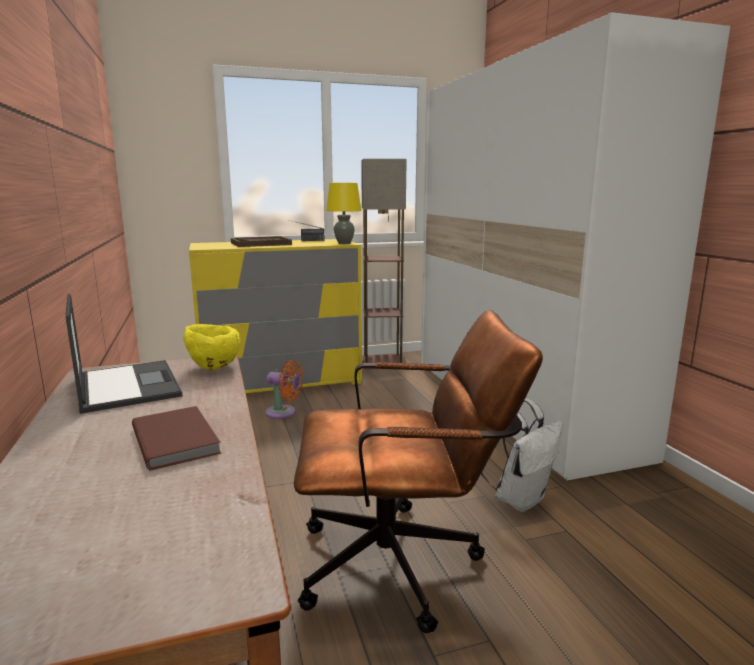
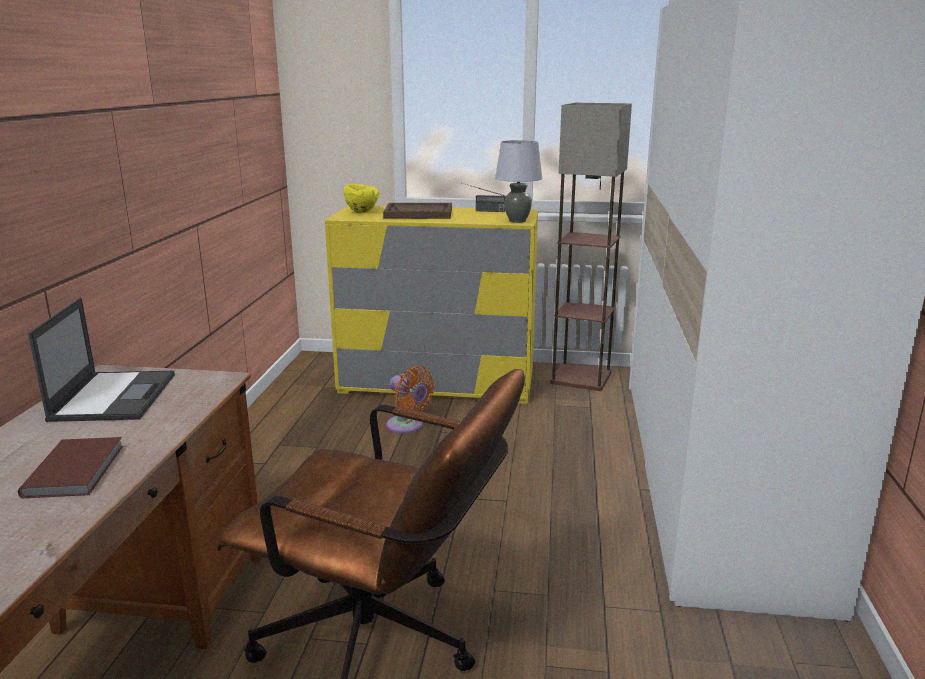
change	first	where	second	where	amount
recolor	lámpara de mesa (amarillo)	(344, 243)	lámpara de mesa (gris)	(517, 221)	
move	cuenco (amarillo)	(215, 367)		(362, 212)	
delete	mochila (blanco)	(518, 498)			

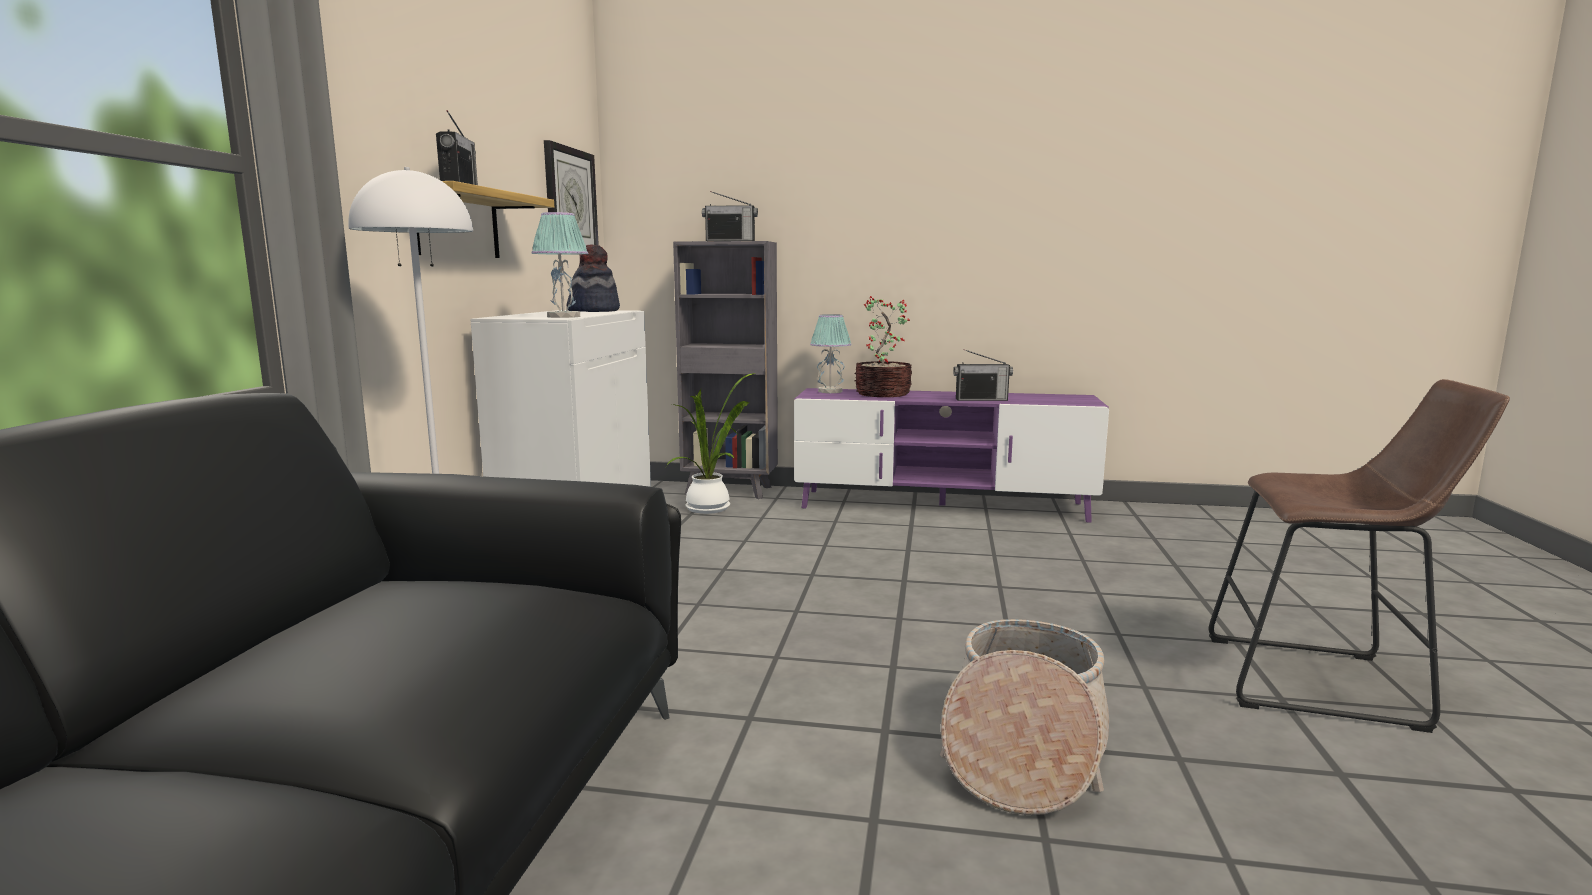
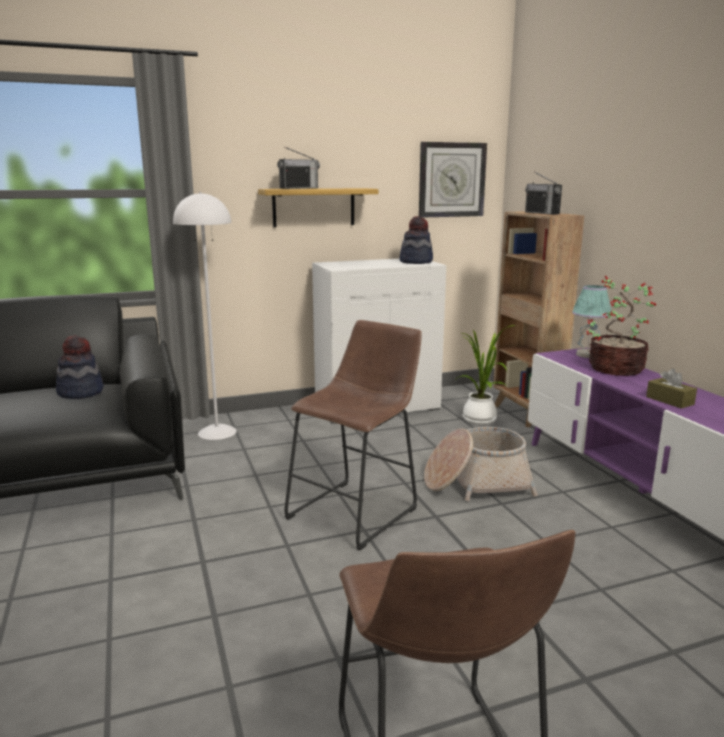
change	first	where	second	where	amount
delete	lámpara de mesa	(564, 317)			
recolor	estantería (gris)	(730, 491)	estantería (marrón)	(526, 414)	
replace	radio	(981, 399)	caja de pañuelos (marrón)	(669, 400)	
move	cesta	(1023, 750)		(476, 483)	
insert			taburete (marrón)	(357, 510)	
insert			sombrero	(80, 392)	

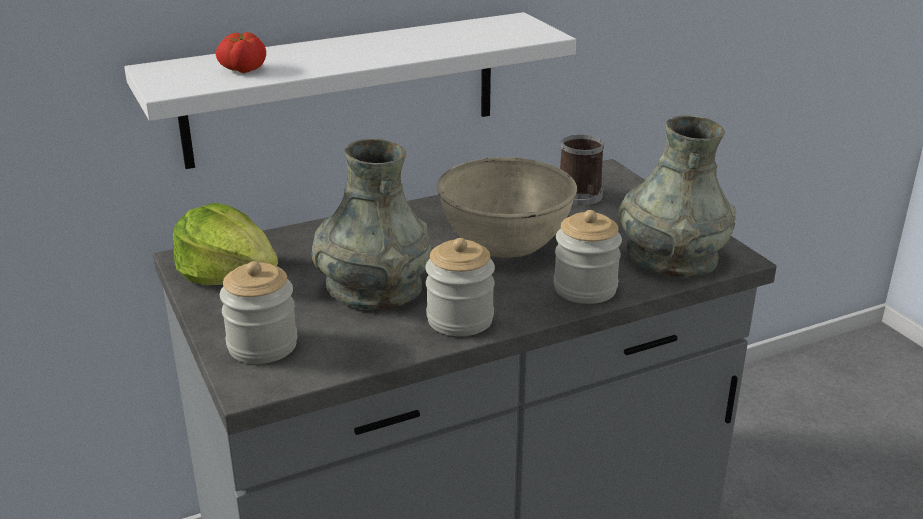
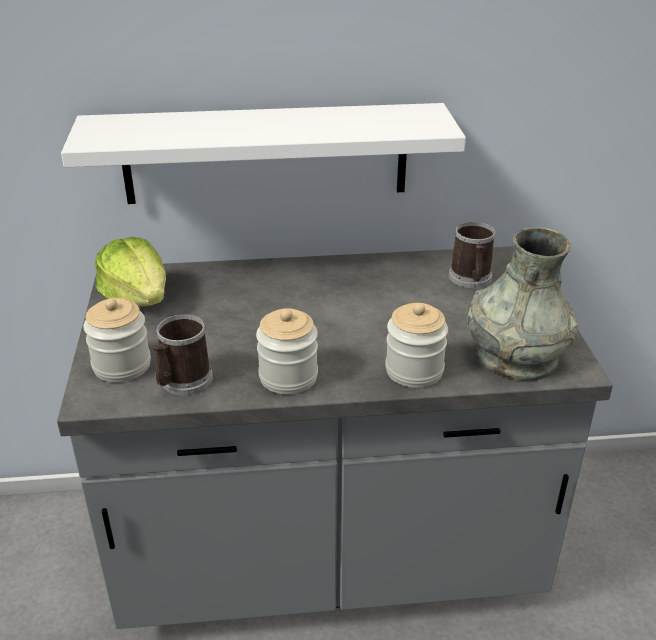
change	first	where	second	where	amount
delete	tomate	(242, 69)			
delete	florero (gris)	(374, 287)			
delete	cuenco (beis)	(505, 240)			
insert			taza grande	(182, 382)	

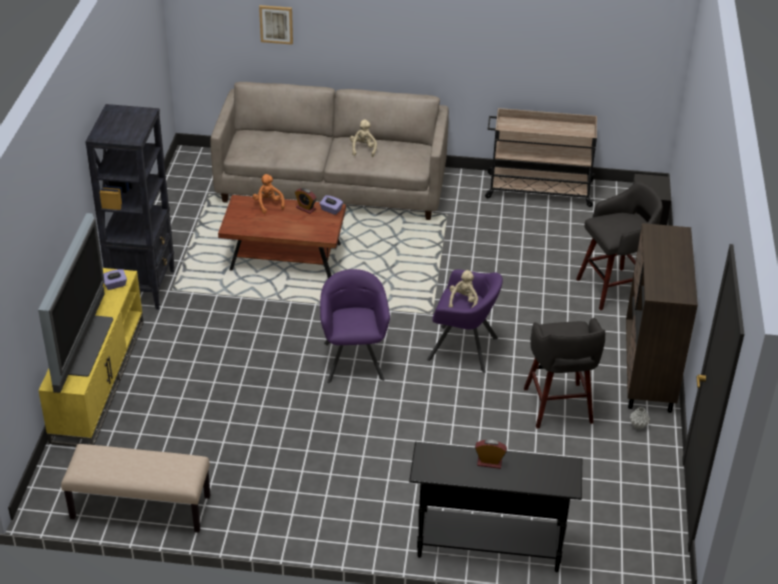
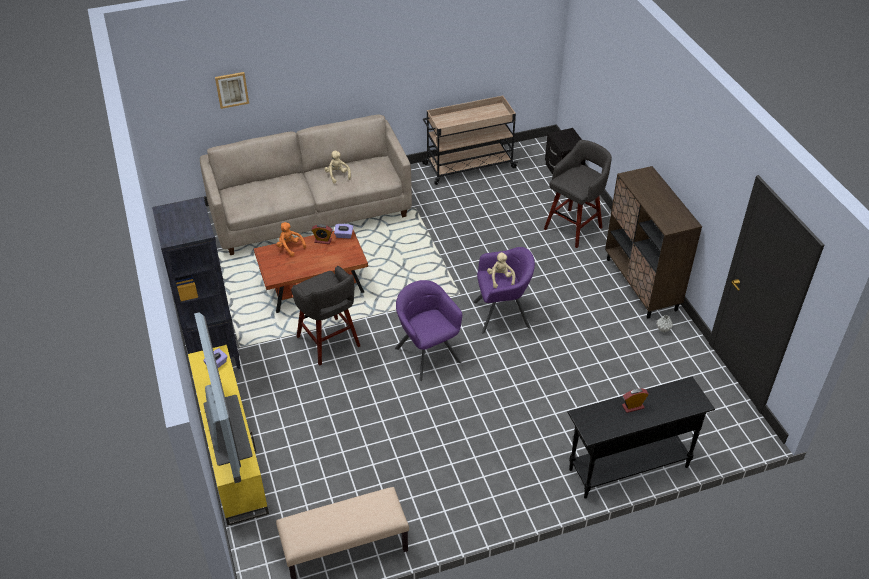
change	first	where	second	where	amount
move	taburete (gris)	(558, 407)		(329, 342)	

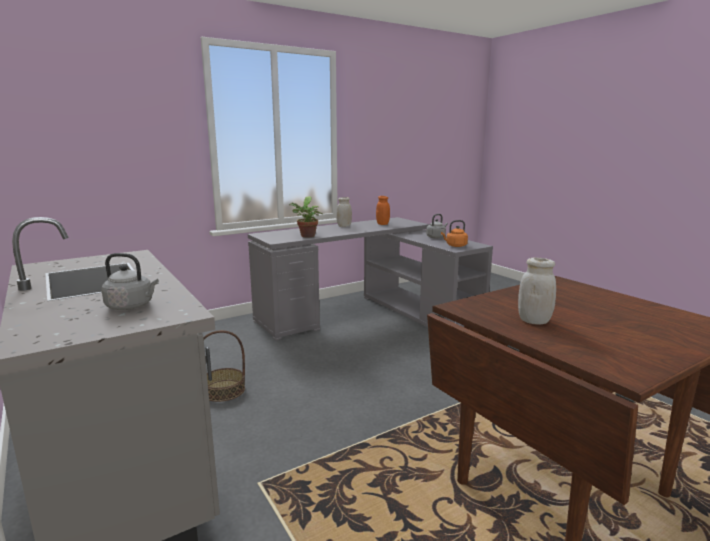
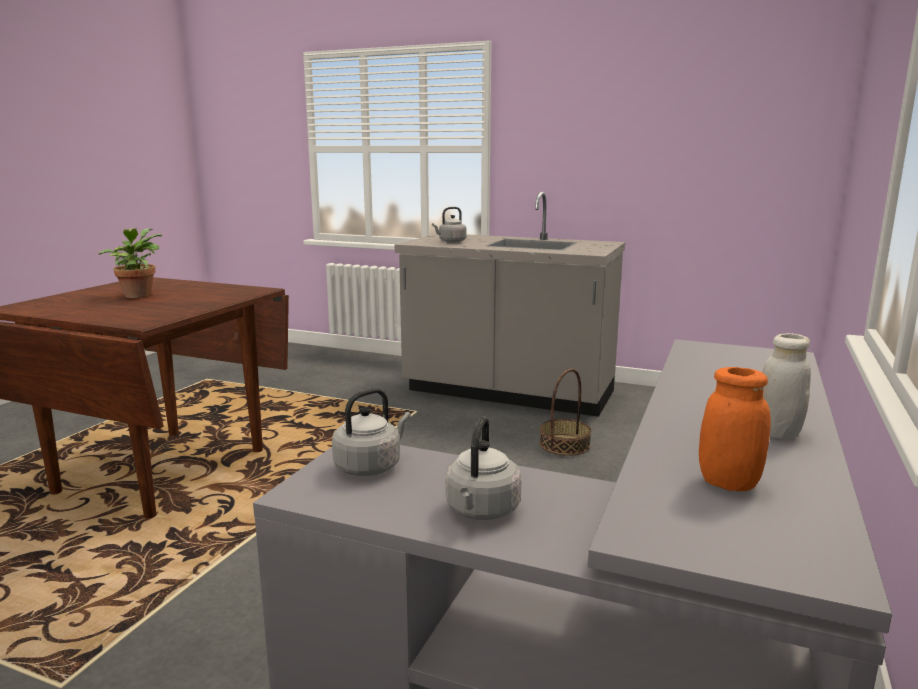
change	first	where	second	where	amount
move	planta en maceta	(307, 236)		(138, 295)	
recolor	hervidor (naranja)	(455, 246)	hervidor (gris)	(370, 466)	
delete	tarro (blanco)	(534, 321)			

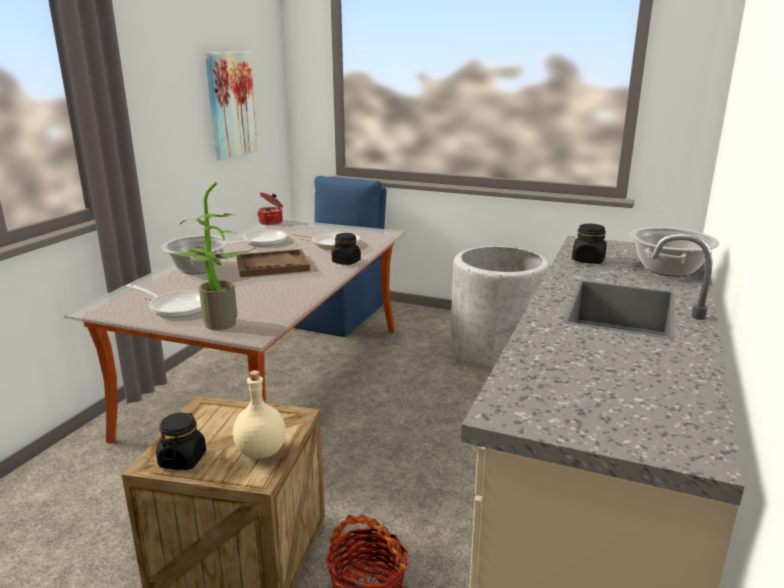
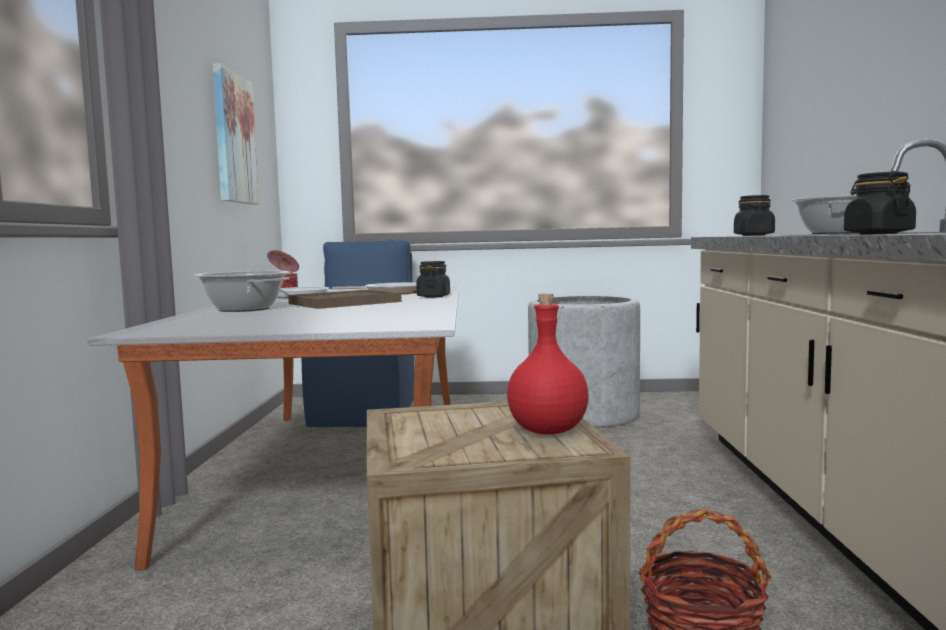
change	first	where	second	where	amount
delete	planta en maceta	(216, 326)			
delete	sartén	(176, 306)			
recolor	botella (beis)	(261, 451)	botella (rojo)	(547, 430)	
move	tarro (negro)	(182, 459)		(878, 233)	

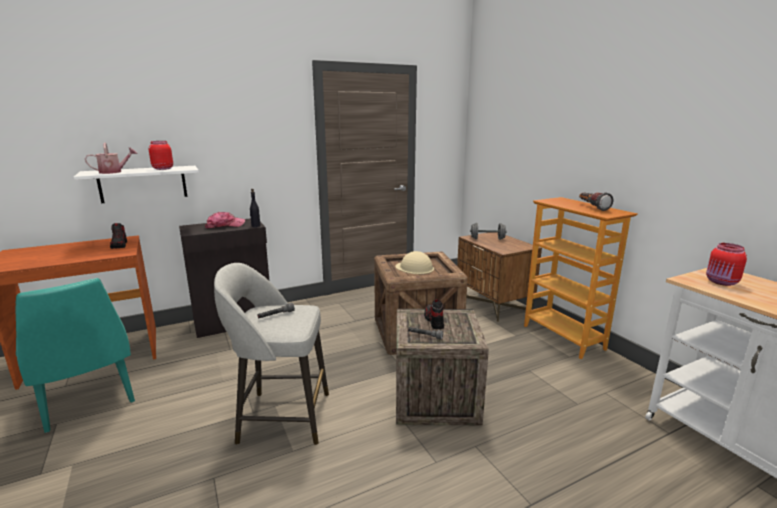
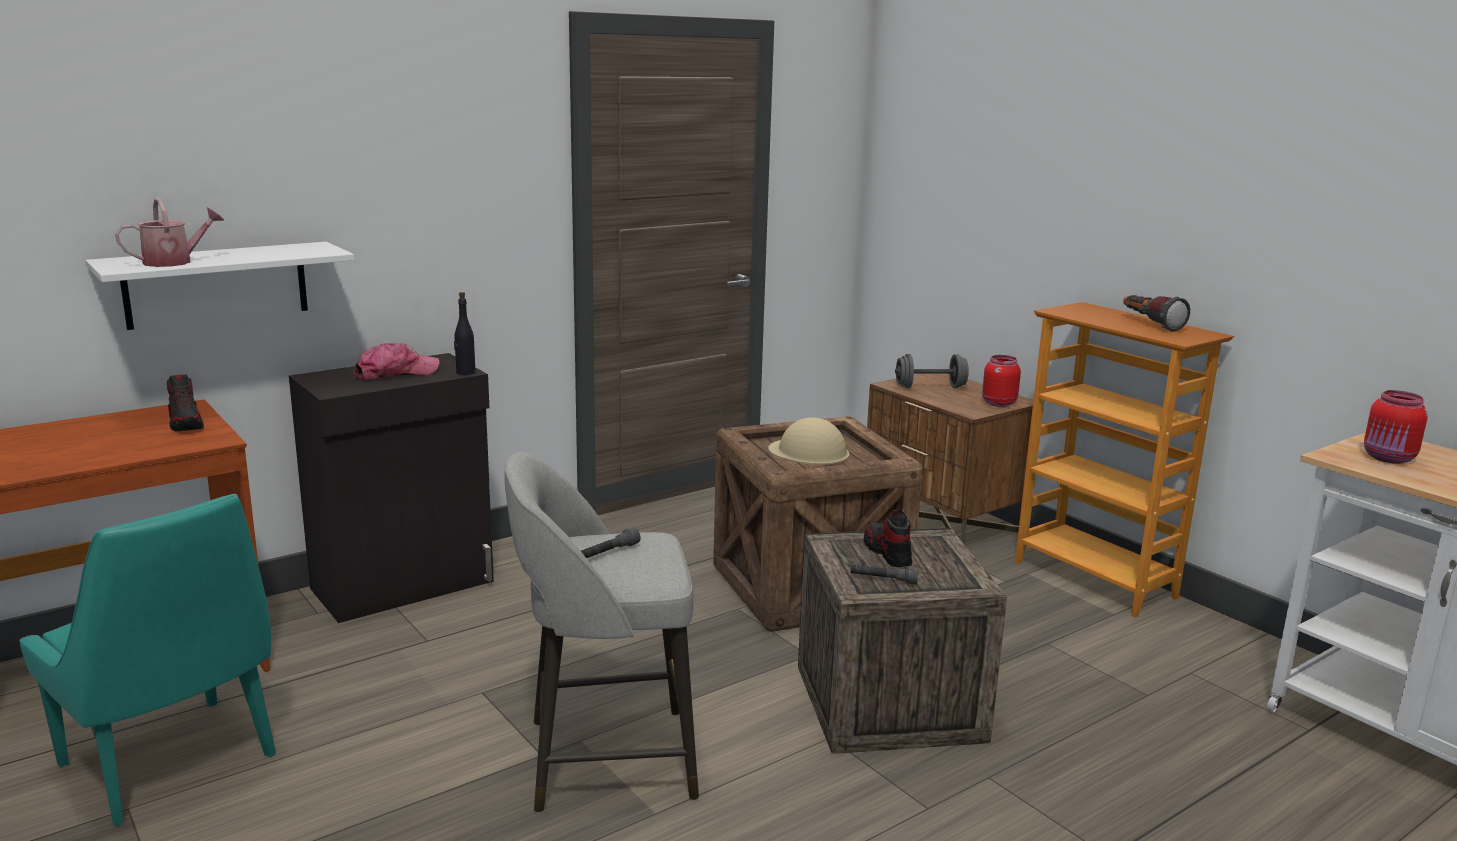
change	first	where	second	where	amount
move	tarro (rojo)	(162, 169)		(997, 403)	

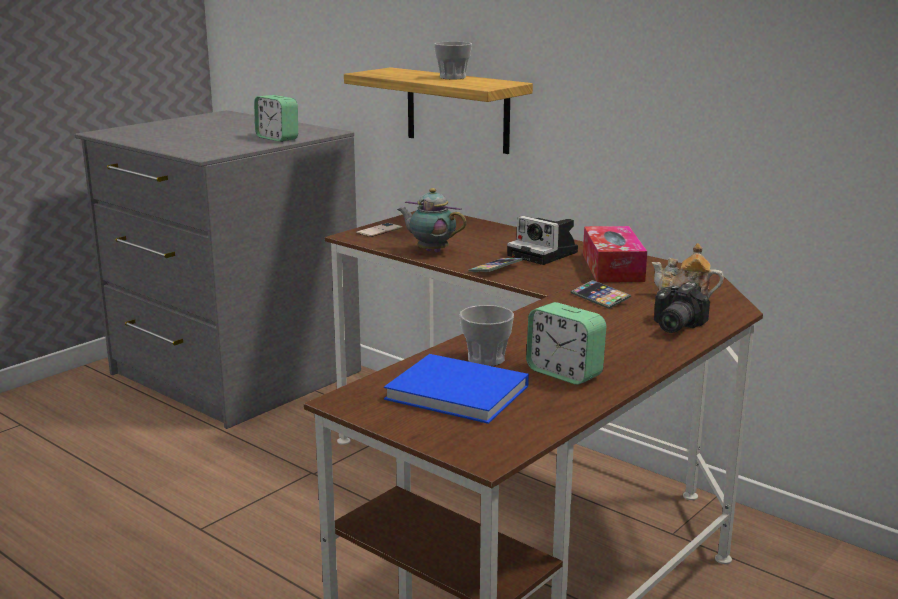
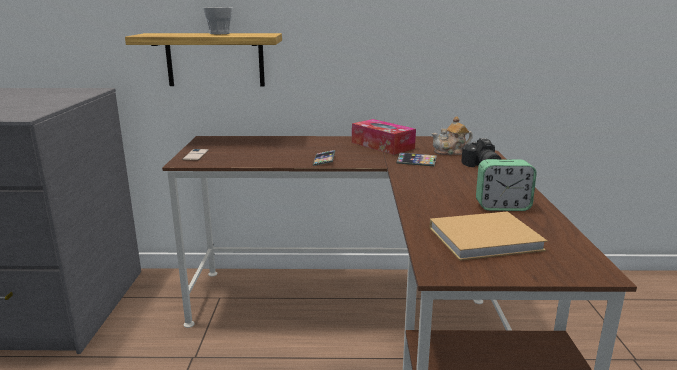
change	first	where	second	where	amount
delete	despertador	(277, 138)			
delete	tetera	(431, 251)			
delete	cámara	(545, 254)			
delete	taza	(486, 359)			
recolor	libro (azul)	(460, 393)	libro (beis)	(487, 238)	

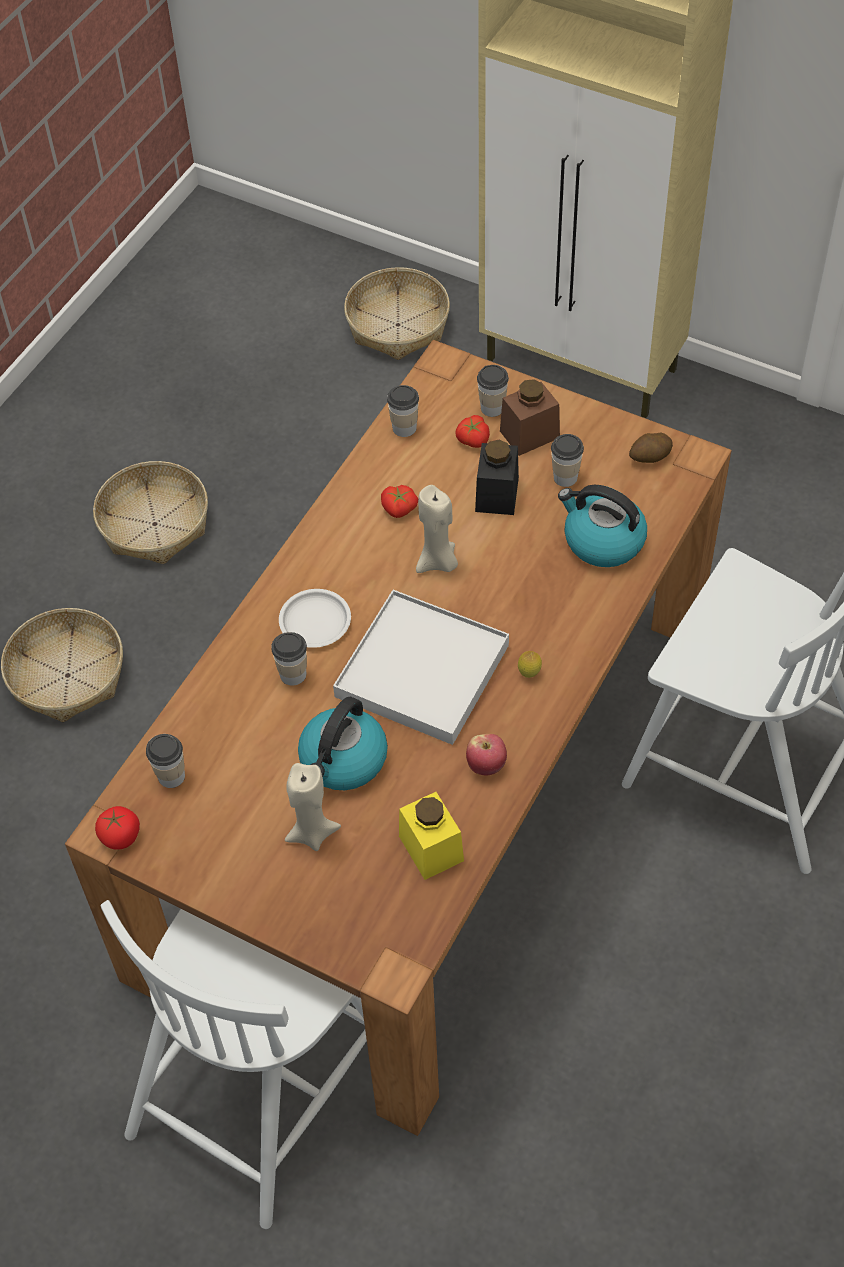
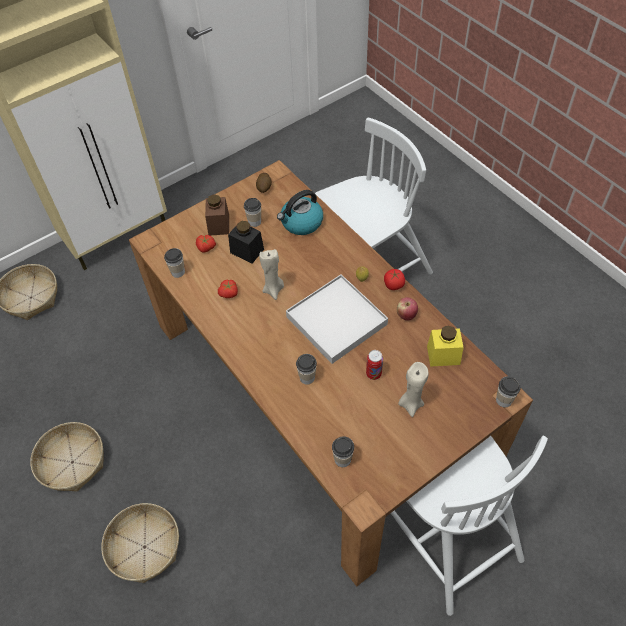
change	first	where	second	where	amount
move	taza	(492, 408)		(503, 400)	
delete	plato (blanco)	(314, 622)			
replace	hervidor	(343, 761)	lata	(373, 374)	
move	tomate	(120, 836)		(393, 285)	

